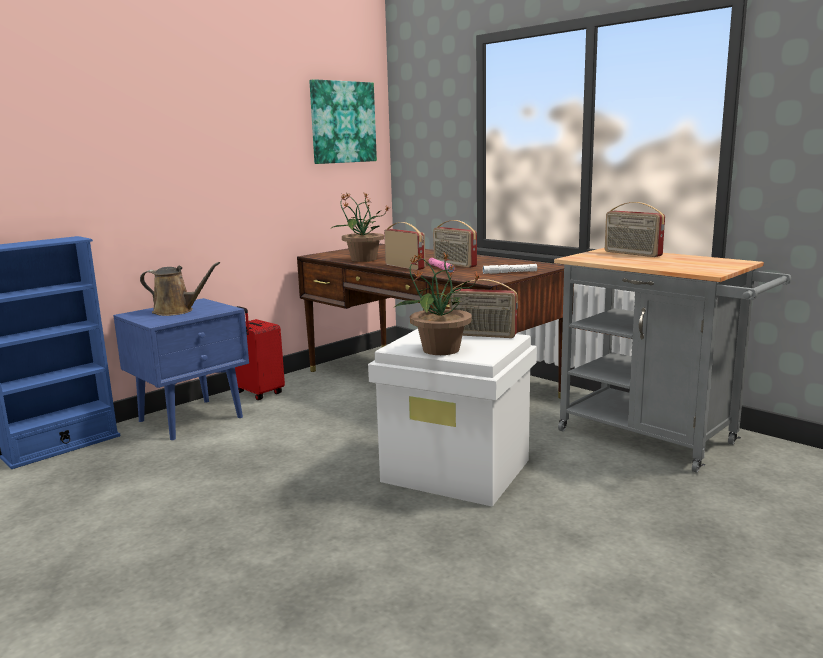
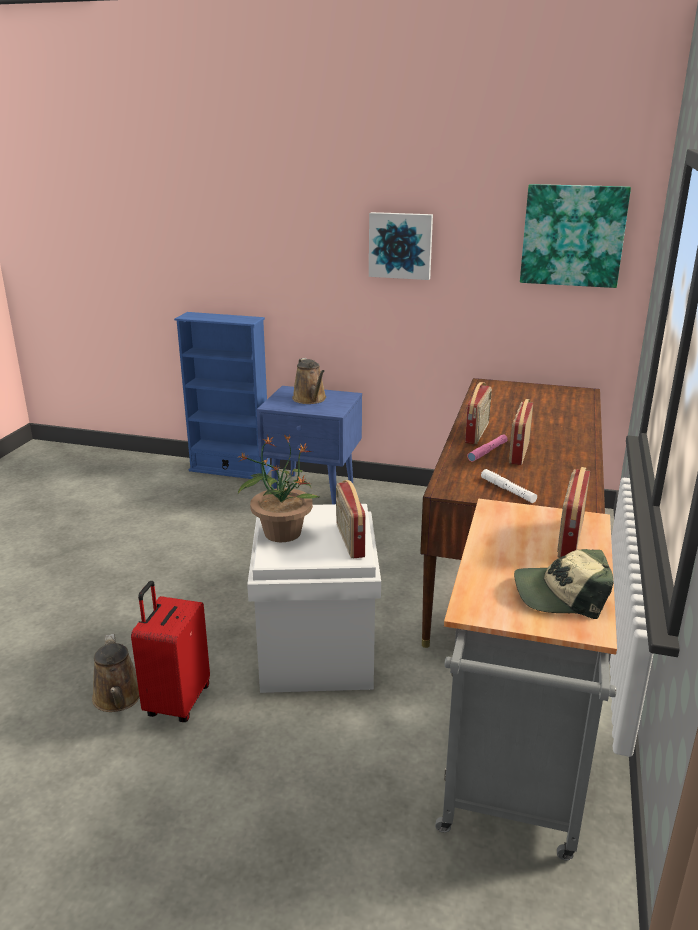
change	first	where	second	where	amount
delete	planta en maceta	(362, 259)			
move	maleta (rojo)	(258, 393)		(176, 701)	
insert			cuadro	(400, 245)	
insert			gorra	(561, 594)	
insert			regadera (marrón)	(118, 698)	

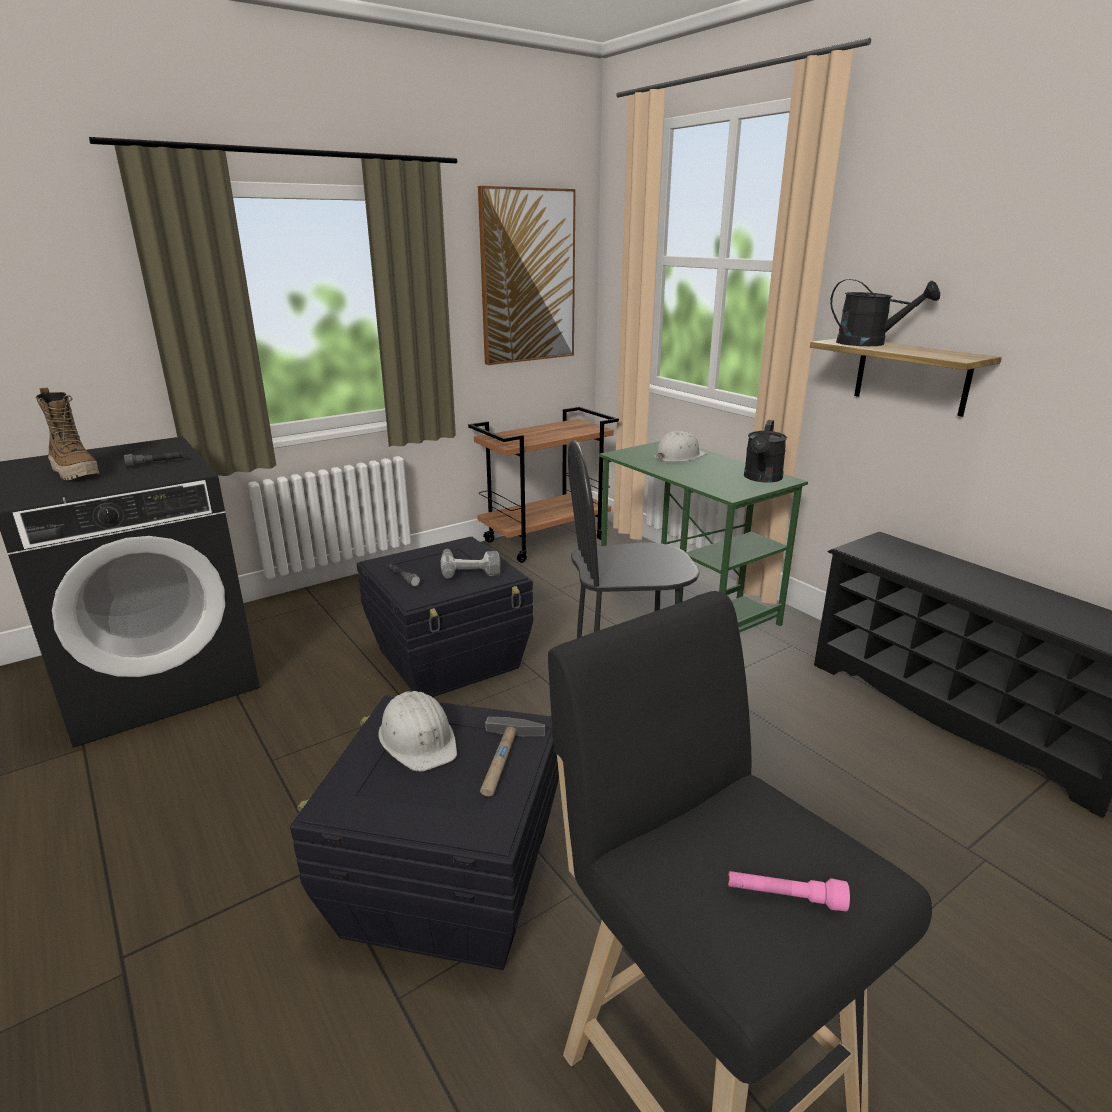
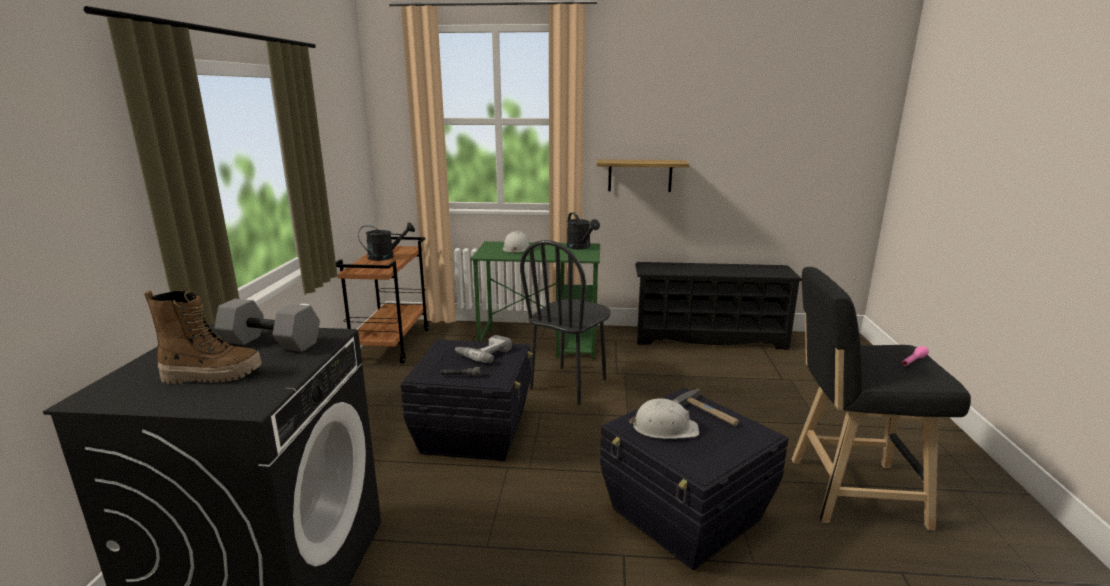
change	first	where	second	where	amount
delete	cuadro	(527, 277)			
move	regadera (negro)	(870, 344)		(386, 257)	
replace	linterna (gris)	(156, 464)	mancuerna (gris)	(269, 343)	

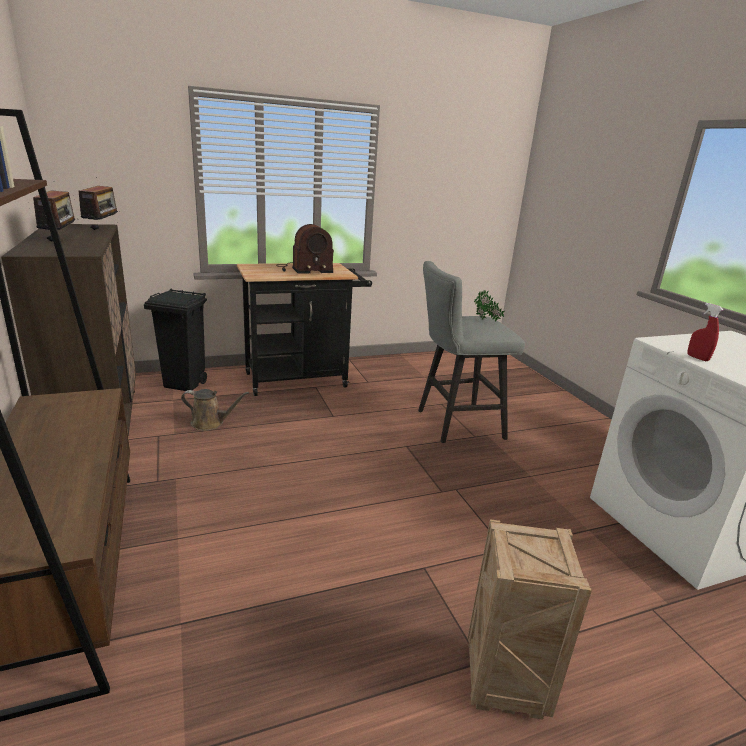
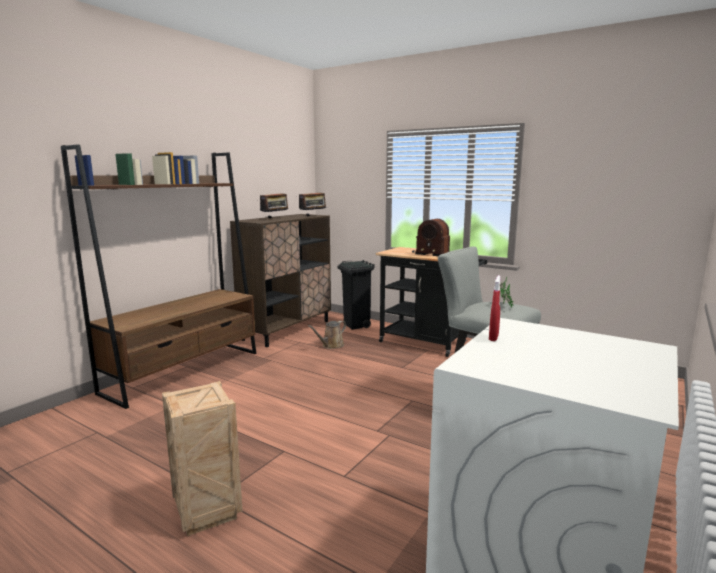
change	first	where	second	where	amount
rotate	regadera (marrón)	(210, 423)		(331, 346)	75 degrees clockwise

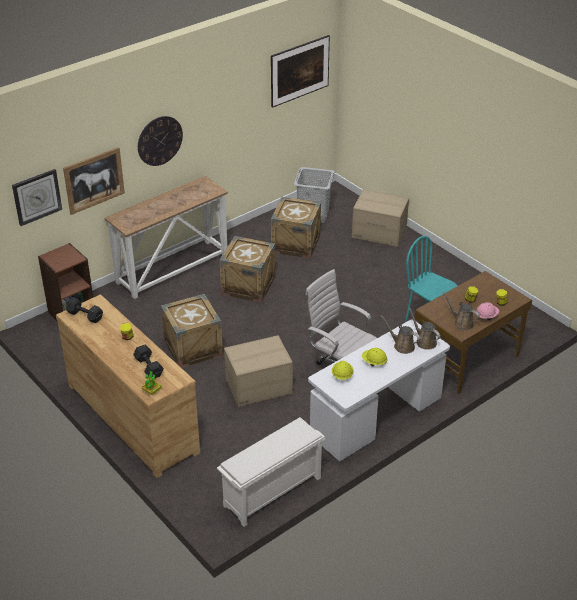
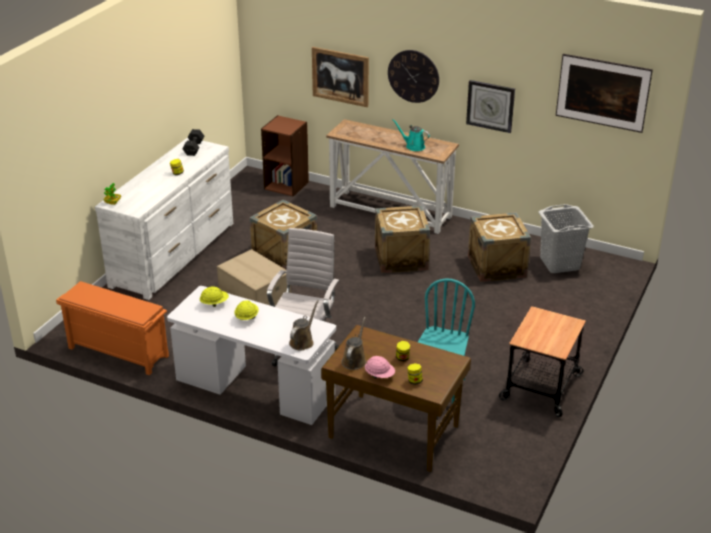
change	first	where	second	where	amount
move	reloj de pared	(37, 197)		(490, 106)	
delete	caja de cartón	(379, 232)			
recolor	cómoda (marrón)	(133, 417)	cómoda (blanco)	(174, 254)	
delete	regadera (marrón)	(402, 346)			
delete	mancuerna (negro)	(149, 368)			
recolor	zapatero (blanco)	(272, 493)	zapatero (naranja)	(117, 352)	
insert			regadera (turquesa)	(413, 146)	
insert			carrito	(541, 387)	

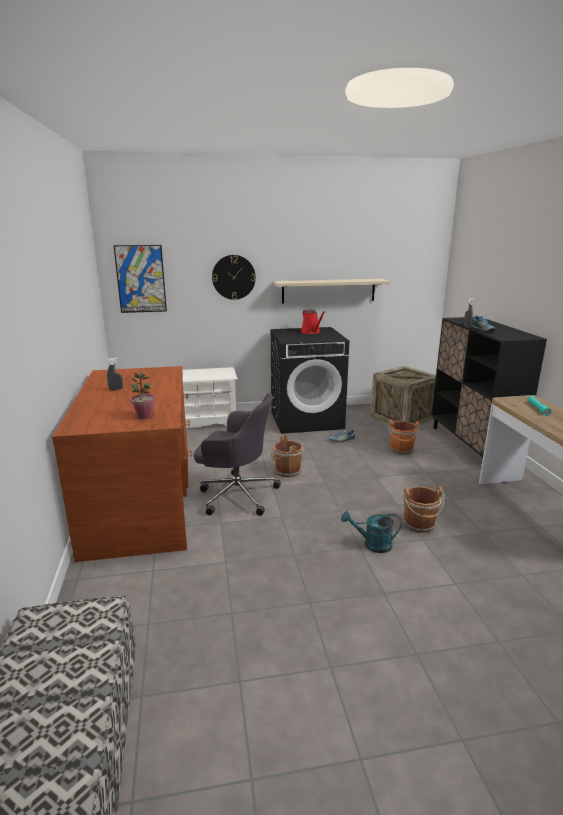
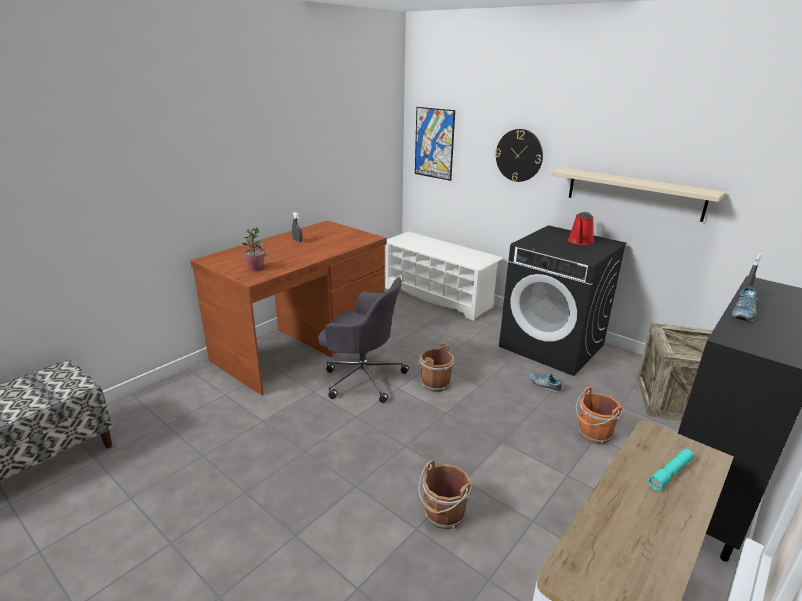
change	first	where	second	where	amount
rotate	silla de oficina (gris)	(236, 494)		(362, 377)	45 degrees counterclockwise
delete	regadera (turquesa)	(372, 545)			

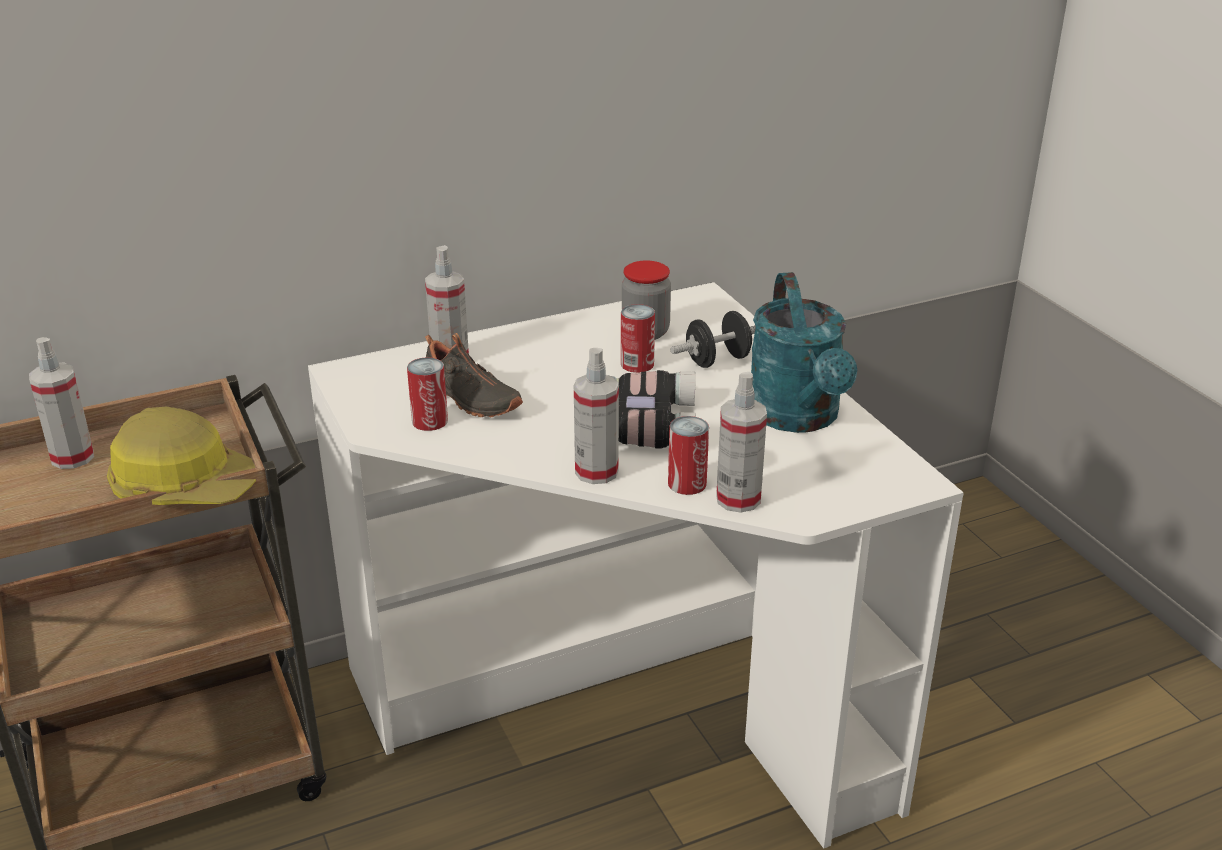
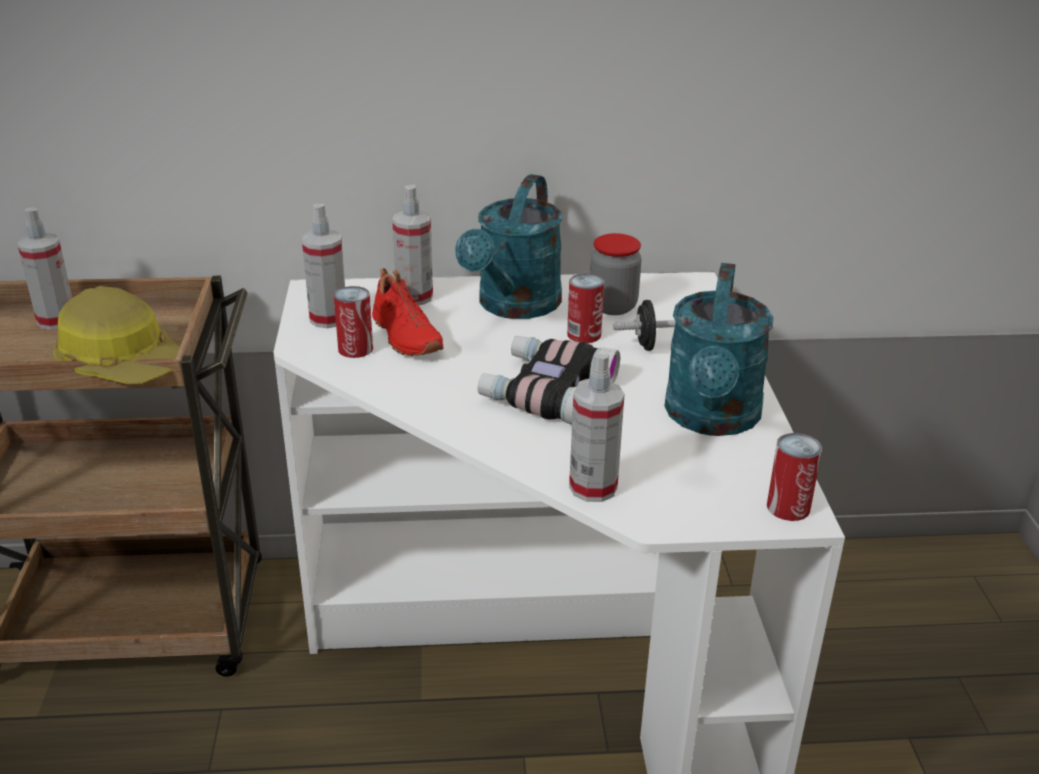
change	first	where	second	where	amount
recolor	zapato (negro)	(469, 400)	zapato (rojo)	(404, 337)	
move	pulverizador	(596, 472)		(328, 319)	
move	lata	(687, 483)		(788, 507)	
insert			regadera (turquesa)	(514, 307)	

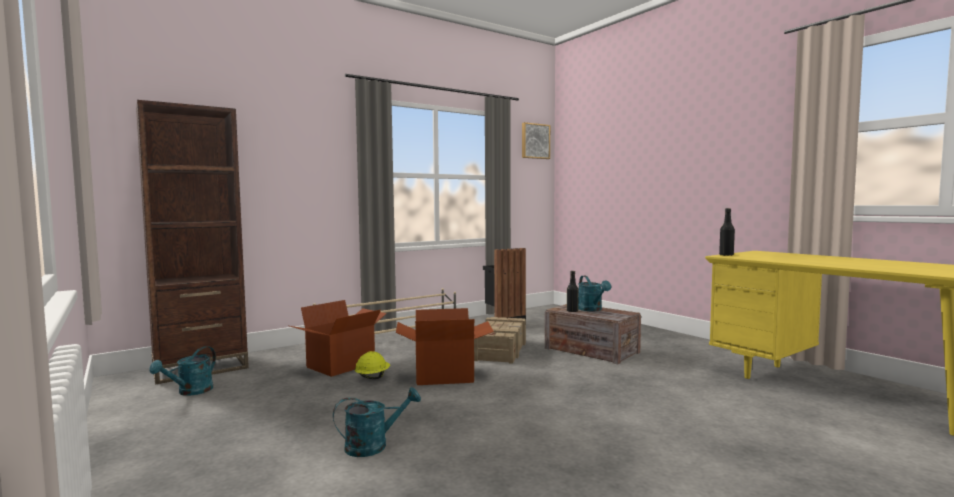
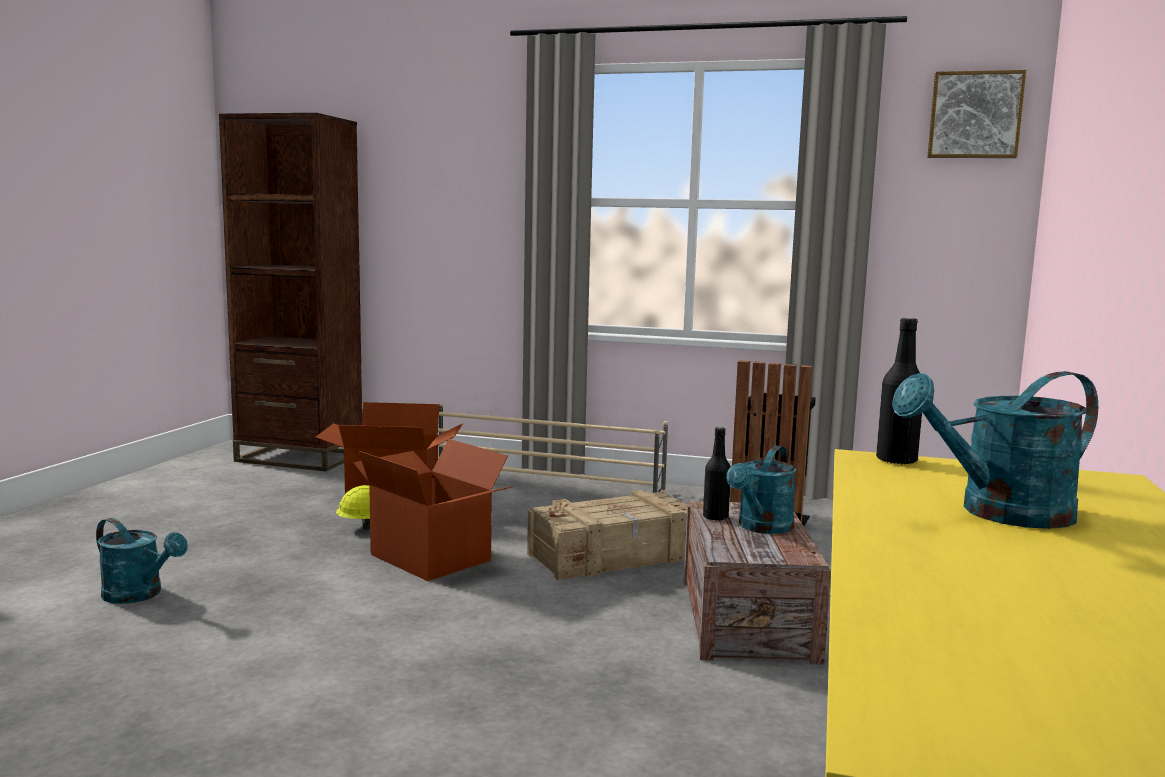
change	first	where	second	where	amount
move	regadera (turquesa)	(190, 392)		(1000, 514)	

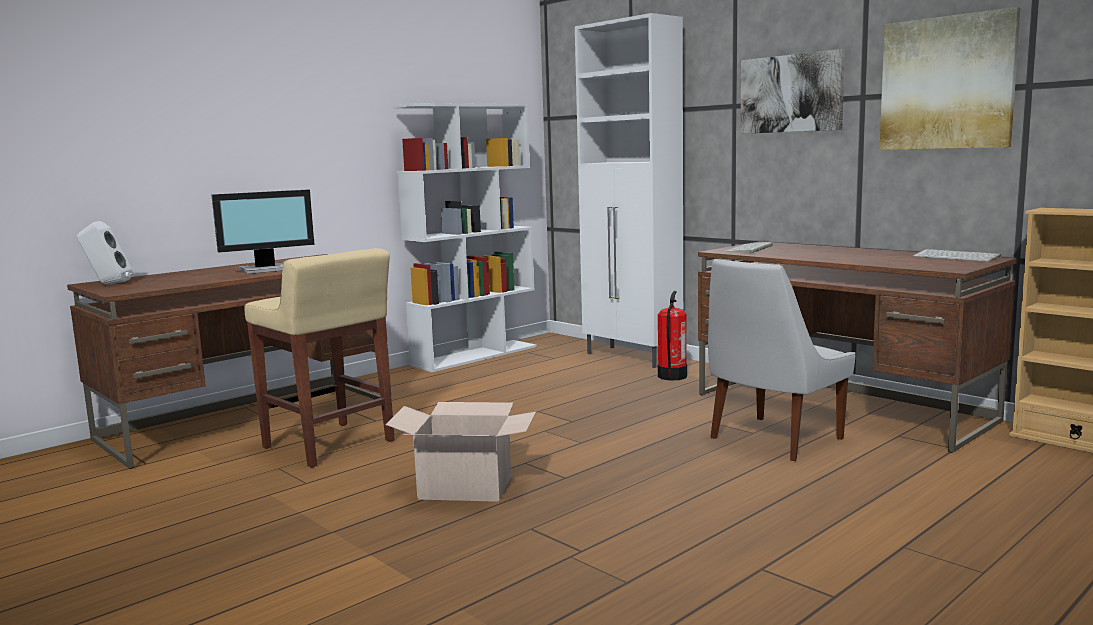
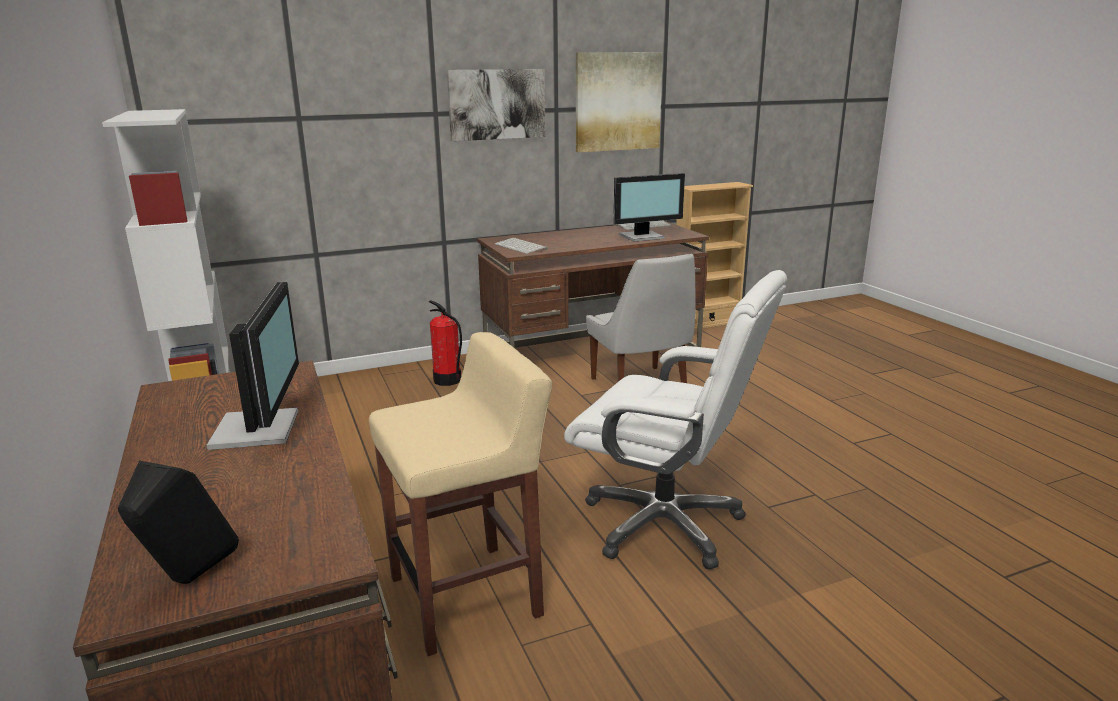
change	first	where	second	where	amount
delete	armario (blanco)	(632, 357)			
recolor	altavoz (blanco)	(107, 284)	altavoz (negro)	(188, 581)	
replace	caja de cartón	(465, 488)	silla de oficina (blanco)	(665, 523)	
insert			monitor	(643, 237)	

